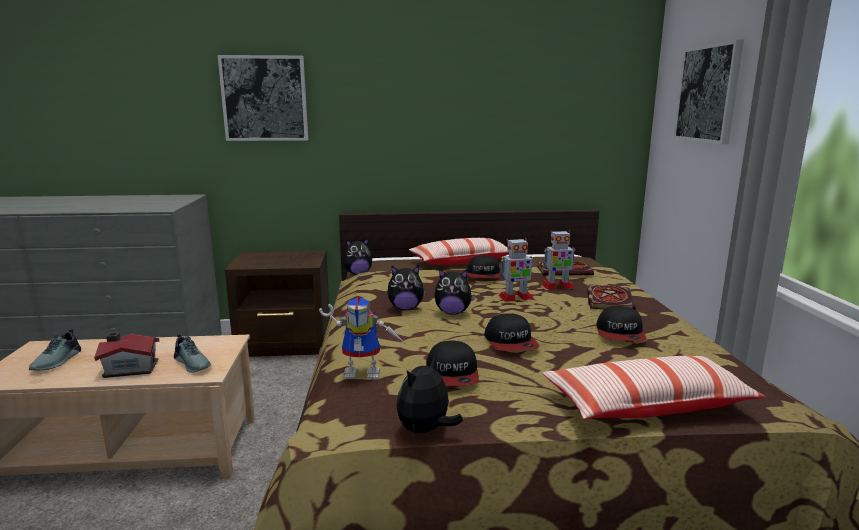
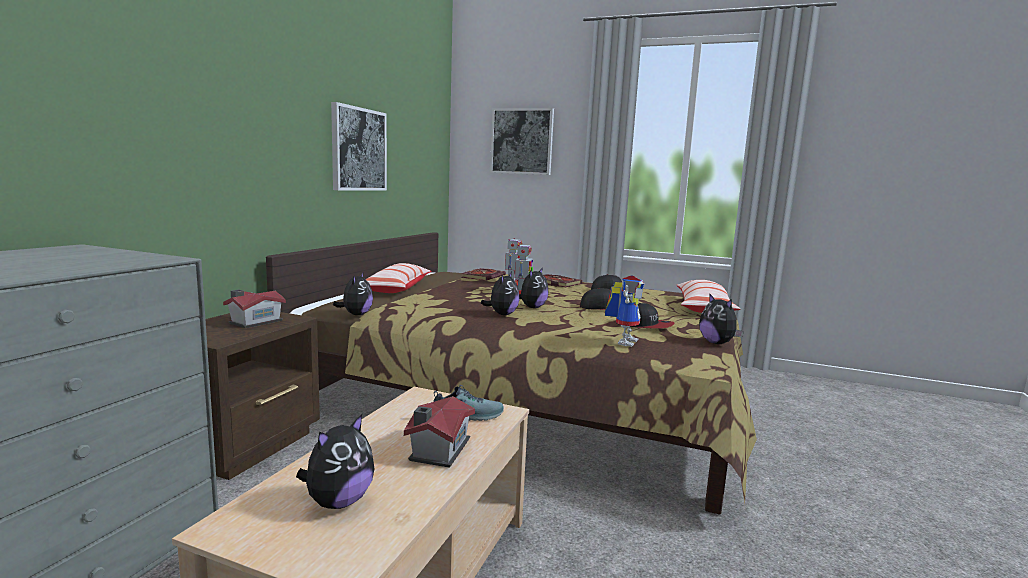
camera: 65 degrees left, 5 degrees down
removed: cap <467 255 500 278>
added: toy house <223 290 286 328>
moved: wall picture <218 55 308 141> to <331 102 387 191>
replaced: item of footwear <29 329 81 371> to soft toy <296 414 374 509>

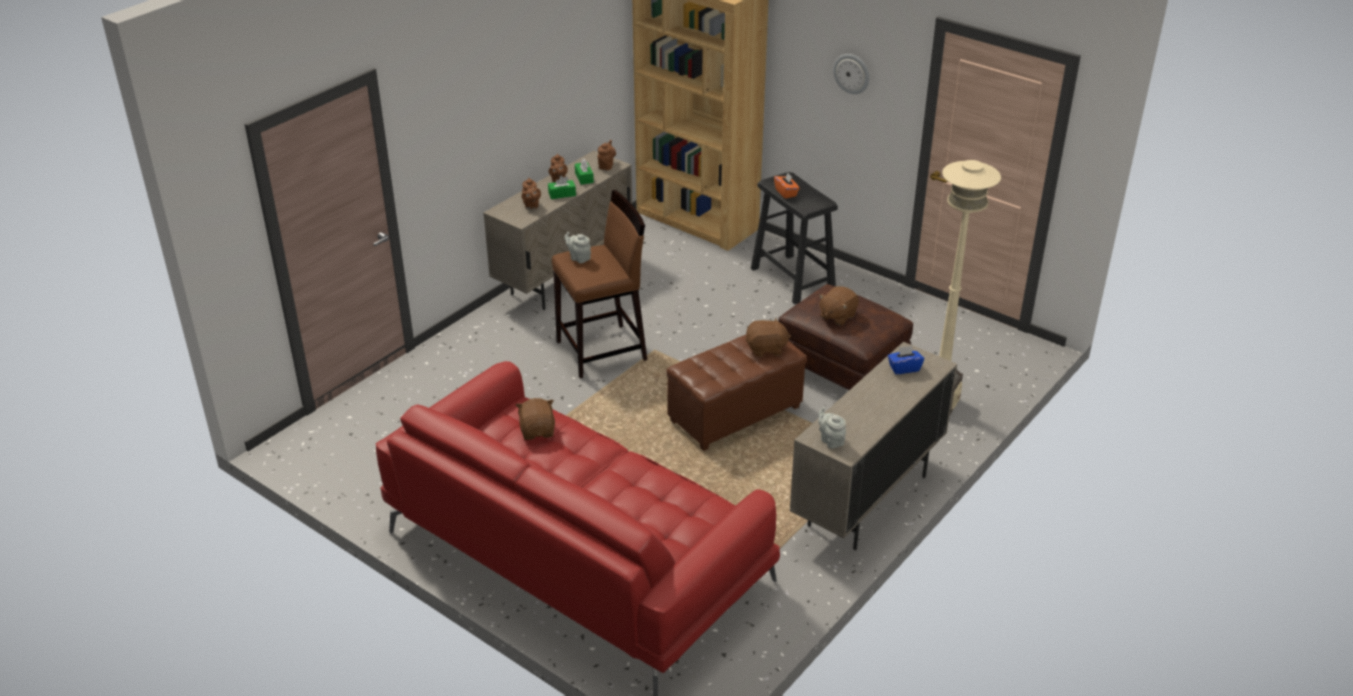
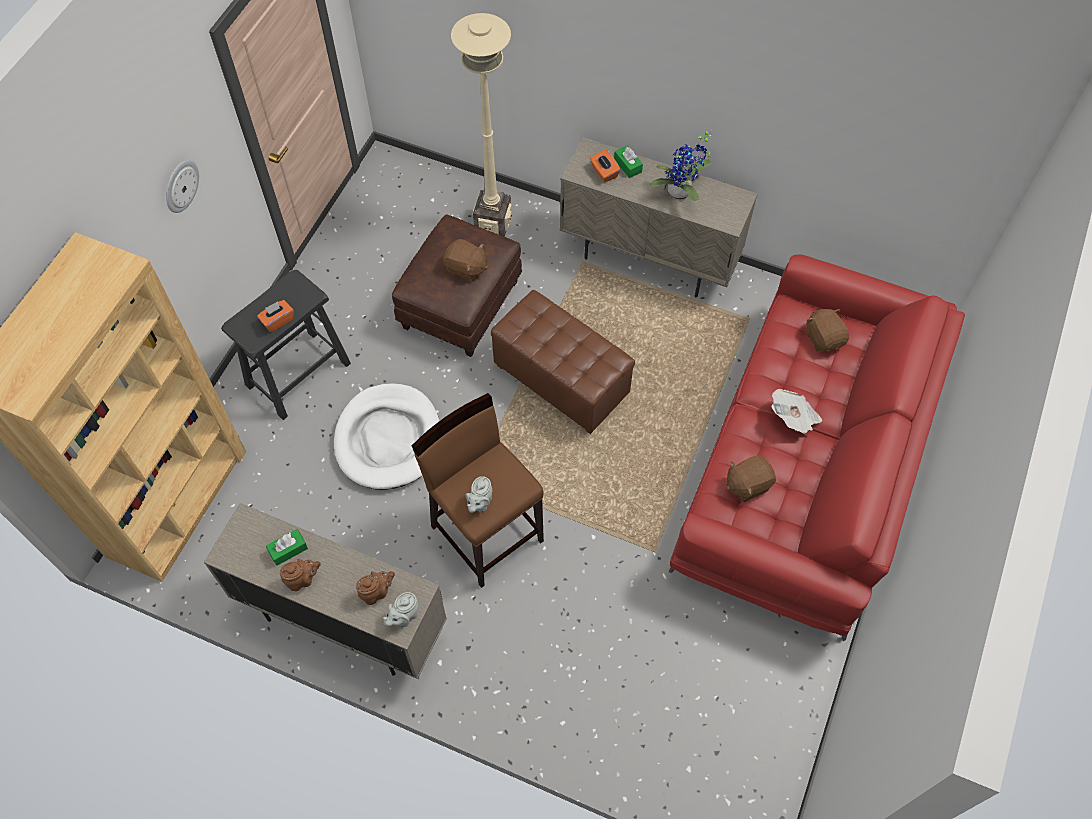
camera: 105 degrees left, 25 degrees up
removed: tea pot (brownish) <597 140 616 170>
added: houseplant <650 130 712 201>; dog bed (whitish) <334 383 439 490>; daily paper <771 389 822 434>
moved: tissue box (green-coloured) <548 176 576 199> to <614 145 643 178>; soft toy (brownish) <745 318 791 357> to <805 309 849 352>; tea pot (grey) <818 407 846 449> to <383 592 419 627>
recoloured: tissue box (blue-coloured) <888 346 924 374> to tissue box (orangey) <590 149 620 183>

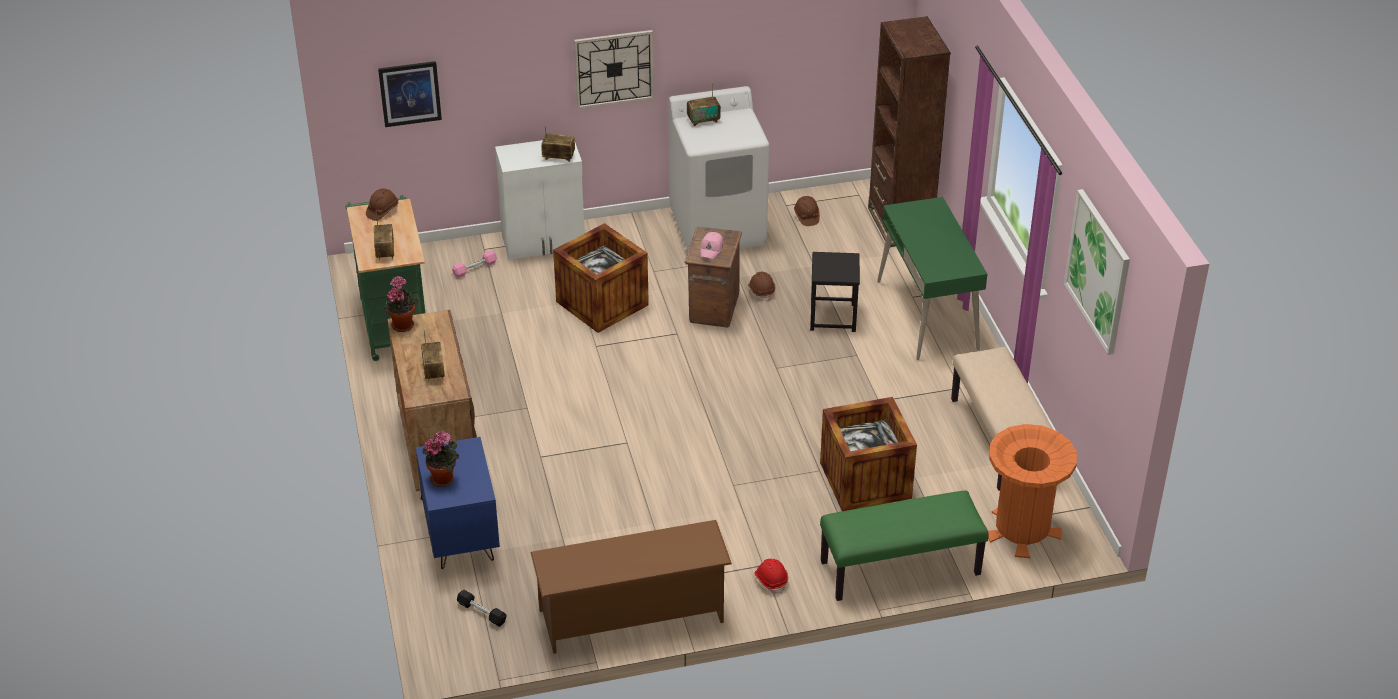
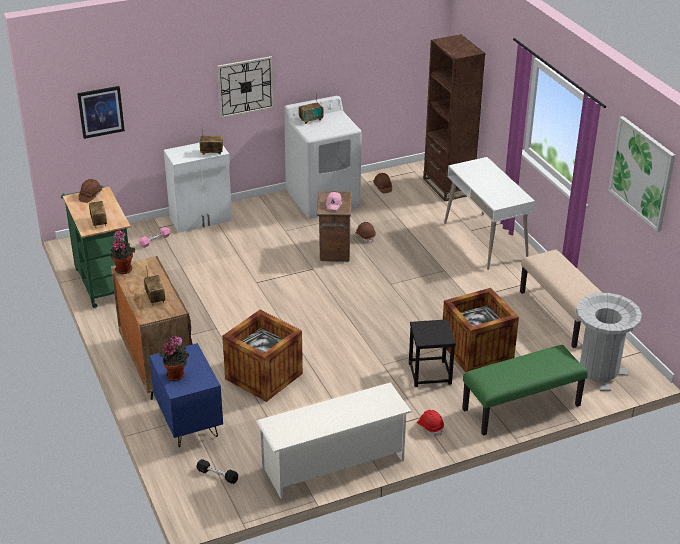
camera: 10 degrees left, 5 degrees down
moved: crate <553 223 649 333> to <222 310 303 402>; sitting stool (black) <810 252 860 332> to <409 319 456 387>
recoloured: desk unit (green-coloured) <877 197 987 360> to desk unit (whitish) <444 157 535 270>; waste bin (orangey) <988 424 1077 558> to waste bin (grey) <576 293 642 391>; shoe shelf (brownish) <531 520 732 654> to shoe shelf (whitish) <256 382 412 499>

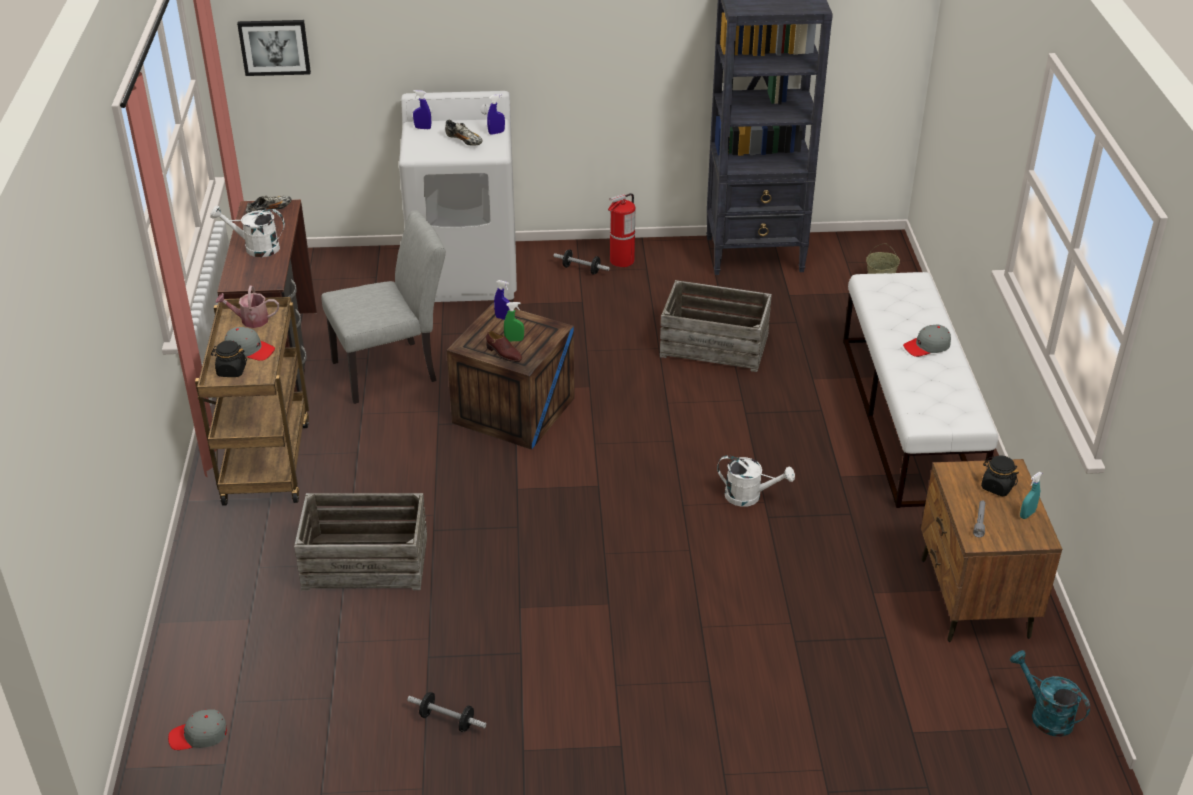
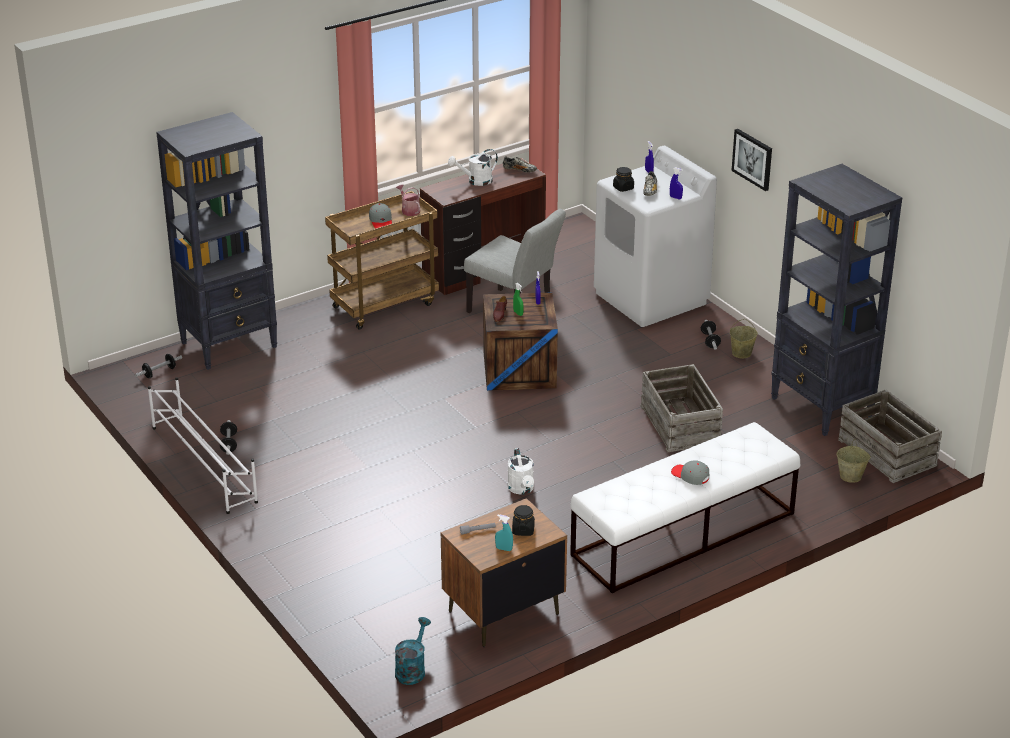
camera: 60 degrees right, 5 degrees down
added: shelving unit (black) <156 112 277 370>; shoe shelf (whitish) <148 377 258 514>
moved: wall picture <237 20 311 76> to <731 129 772 191>; storage jar (black) <211 341 247 377> to <613 167 634 192>; crate <294 493 427 591> to <838 390 942 483>
replaced: extinguisher <608 193 635 267> to pail (beige) <730 319 758 358>; cap (grey) <168 709 227 750> to free weight <135 354 182 378>
turned: sprinkling can (whitish) <210 205 285 257> = <448 149 498 186> 90 degrees counterclockwise

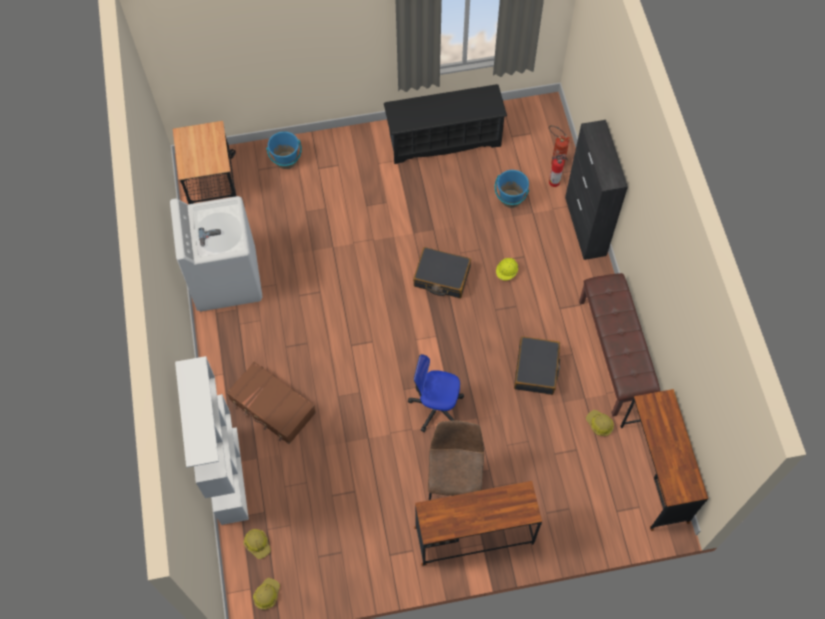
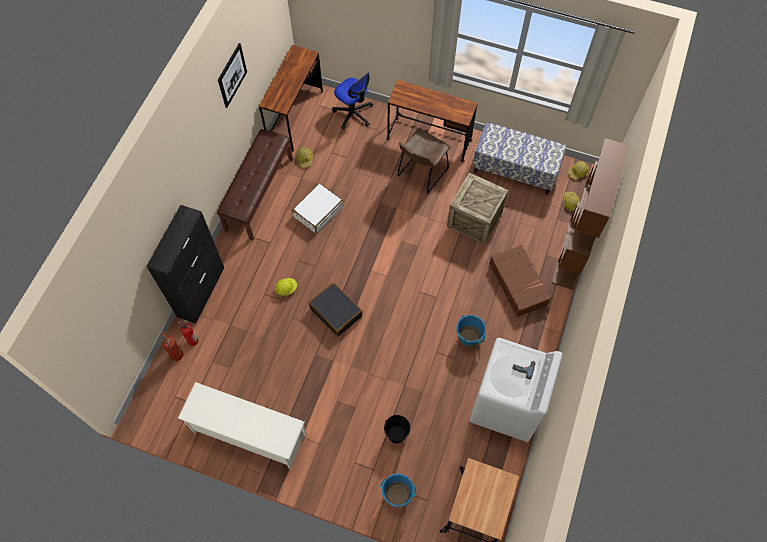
camera: 150 degrees left, 0 degrees up
added: wall picture <218 43 247 108>; bench <473 122 566 195>; crate <447 173 508 244>; pail (black) <384 415 410 444>
moved: pail (blue-coloured) <495 170 529 208> to <456 315 486 348>; office chair <408 354 464 432> to <332 72 373 129>
recoloured: shoe shelf (black) <384 84 507 164> to shoe shelf (whitish) <178 382 307 469>; travel case (black) <514 336 560 395> to travel case (whitish) <292 183 343 234>; shelving unit (whitish) <175 356 249 525> to shelving unit (brownish) <552 138 629 290>

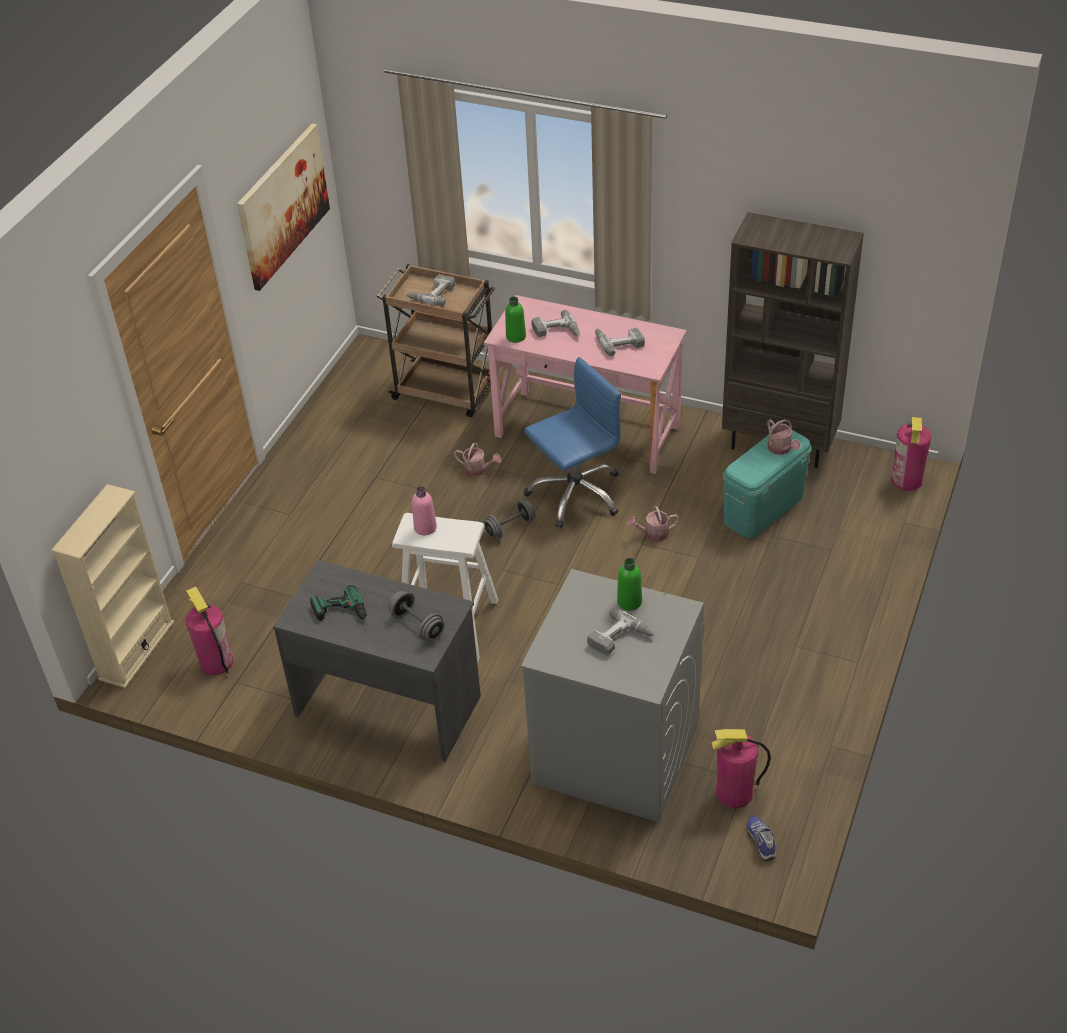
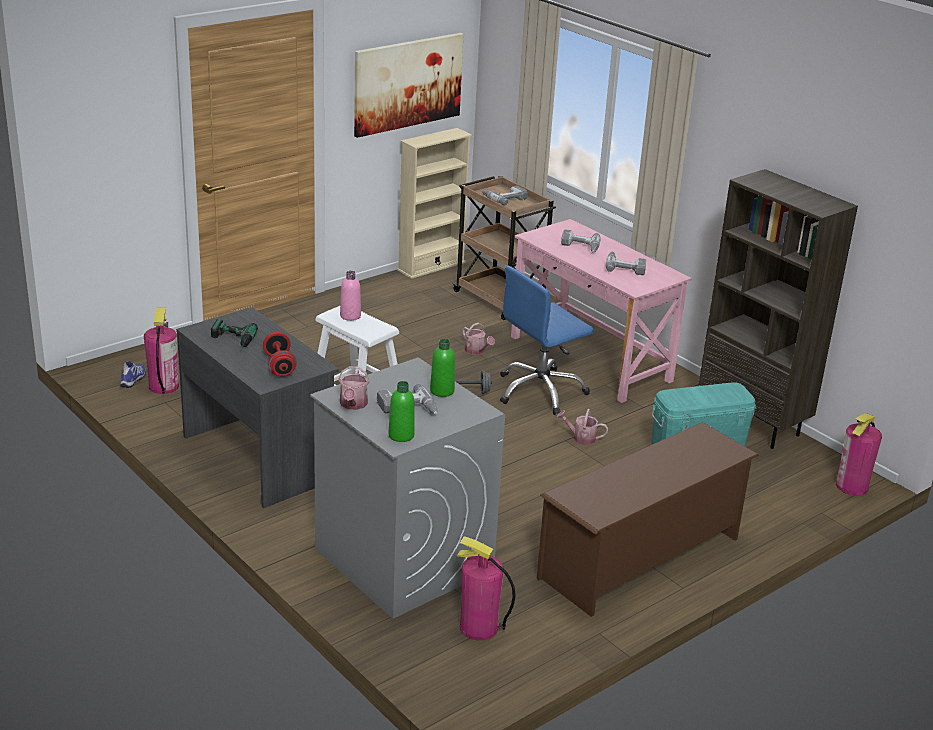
camera: 25 degrees right, 15 degrees down
added: shoe shelf (brownish) <537 422 759 617>
moved: drink bottle (green-coloured) <505 297 526 343> to <389 381 415 442>; sprinkling can <767 419 801 455> to <338 366 370 410>; shelving unit (beige) <51 484 174 688> to <397 128 472 279>; item of footwear <747 816 776 862> to <121 361 146 388>
recoloured: free weight (grey) <388 591 445 641> to free weight (red) <263 332 297 377>
turned: office chair (blue-coloured) <524 357 621 528> = <500 266 594 415> 150 degrees clockwise

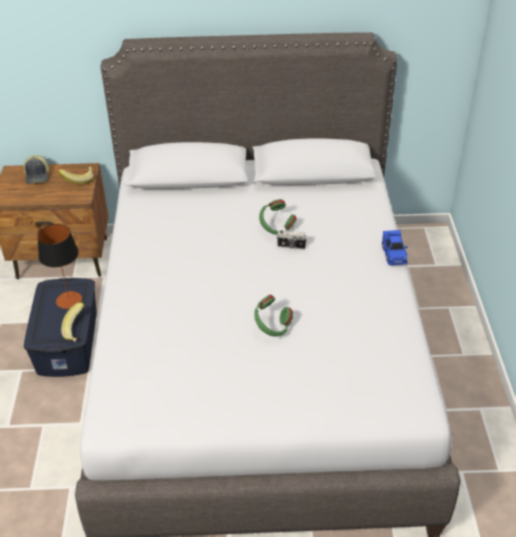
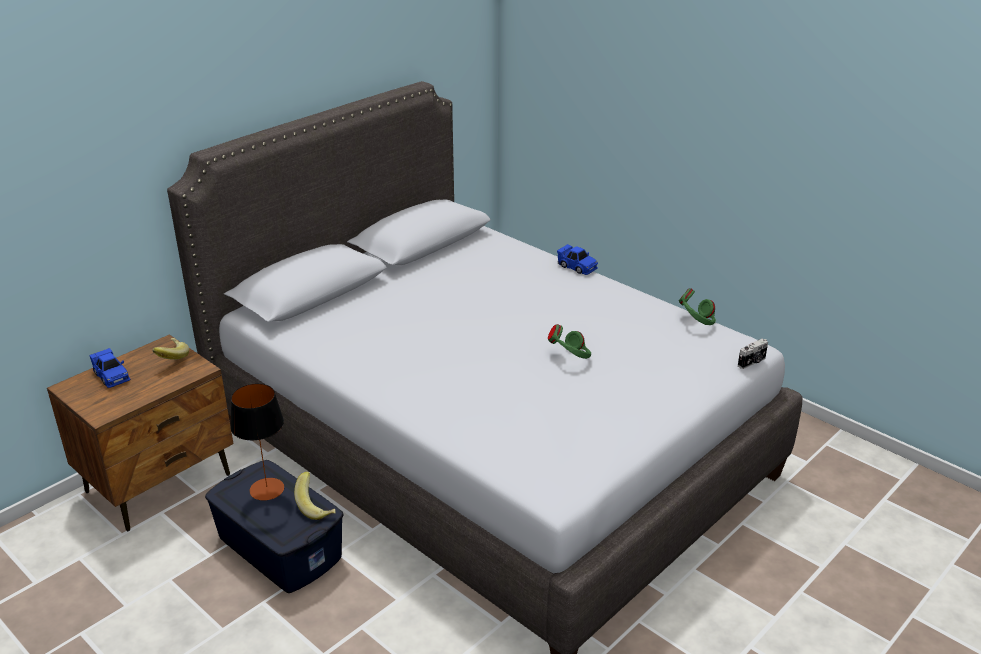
camera: 45 degrees left, 10 degrees down
moved: headphones (green-coloured) <259 199 297 235> to <679 288 716 325>; photo camera <277 230 307 250> to <738 339 768 369>
replaced: cap <24 155 49 184> to model car (blue-coloured) <89 348 130 388>

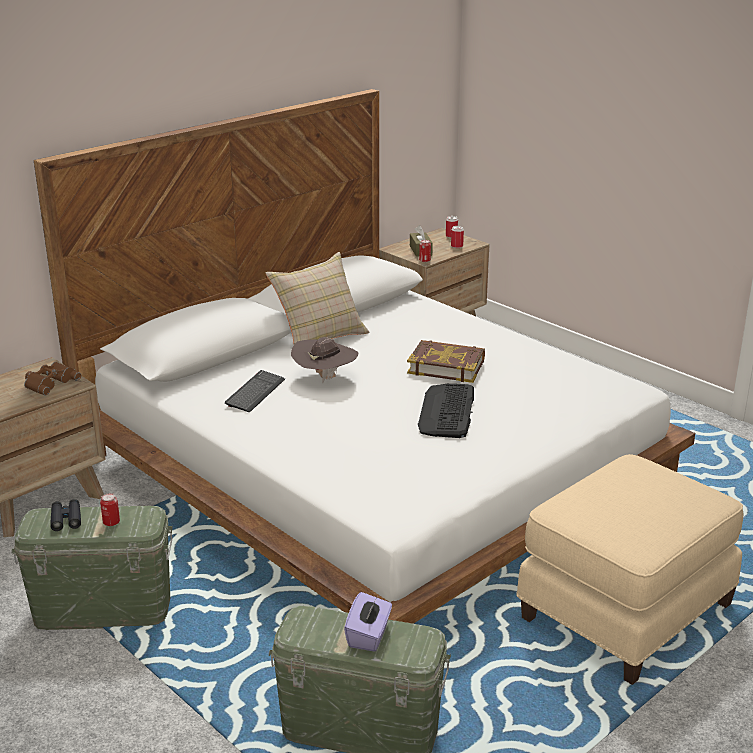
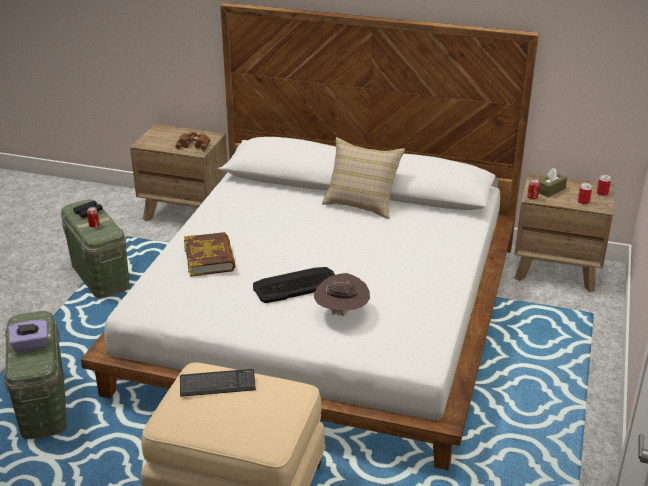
camera: 60 degrees right, 5 degrees up
moved: hat (brownish) <291 337 359 383> to <314 273 370 316>; book <407 340 485 383> to <184 232 235 277>; keyboard <225 370 285 413> to <180 369 256 397>

